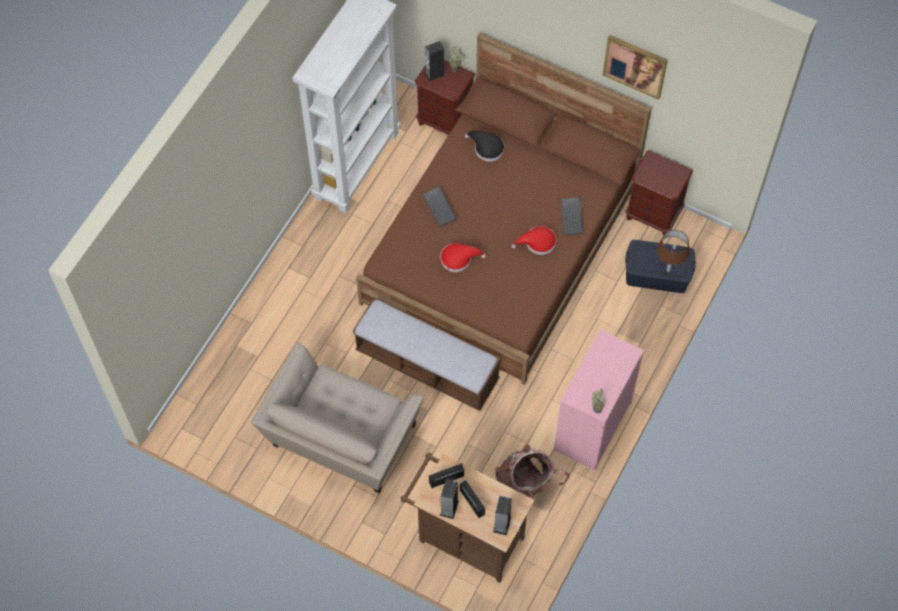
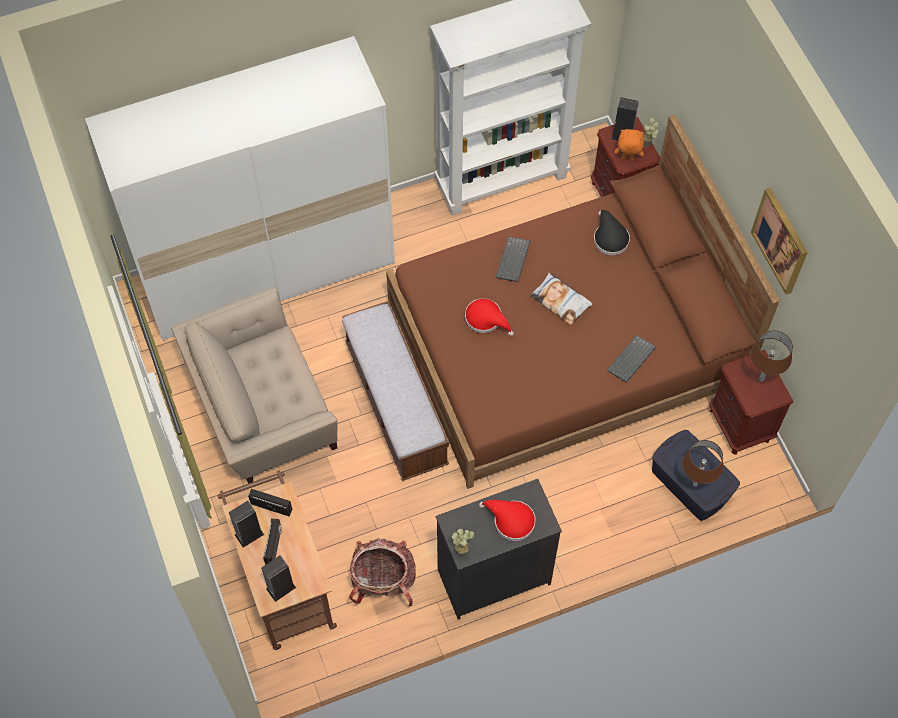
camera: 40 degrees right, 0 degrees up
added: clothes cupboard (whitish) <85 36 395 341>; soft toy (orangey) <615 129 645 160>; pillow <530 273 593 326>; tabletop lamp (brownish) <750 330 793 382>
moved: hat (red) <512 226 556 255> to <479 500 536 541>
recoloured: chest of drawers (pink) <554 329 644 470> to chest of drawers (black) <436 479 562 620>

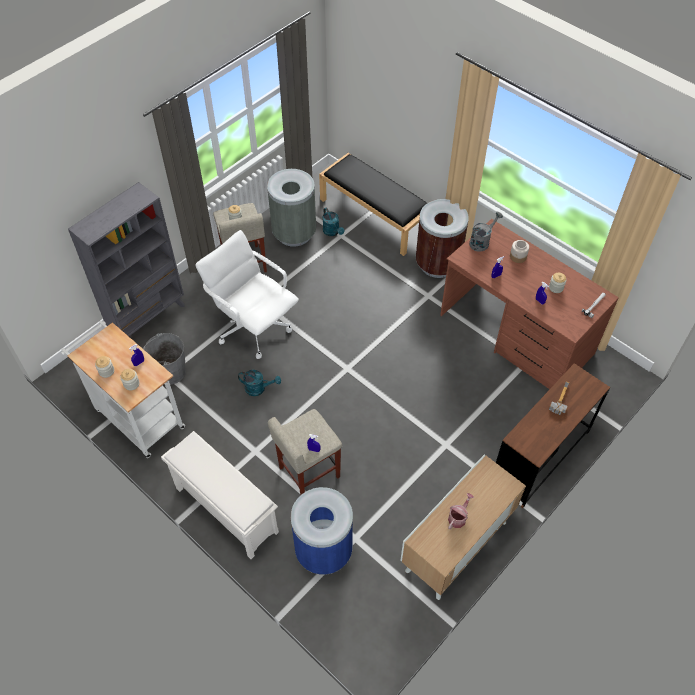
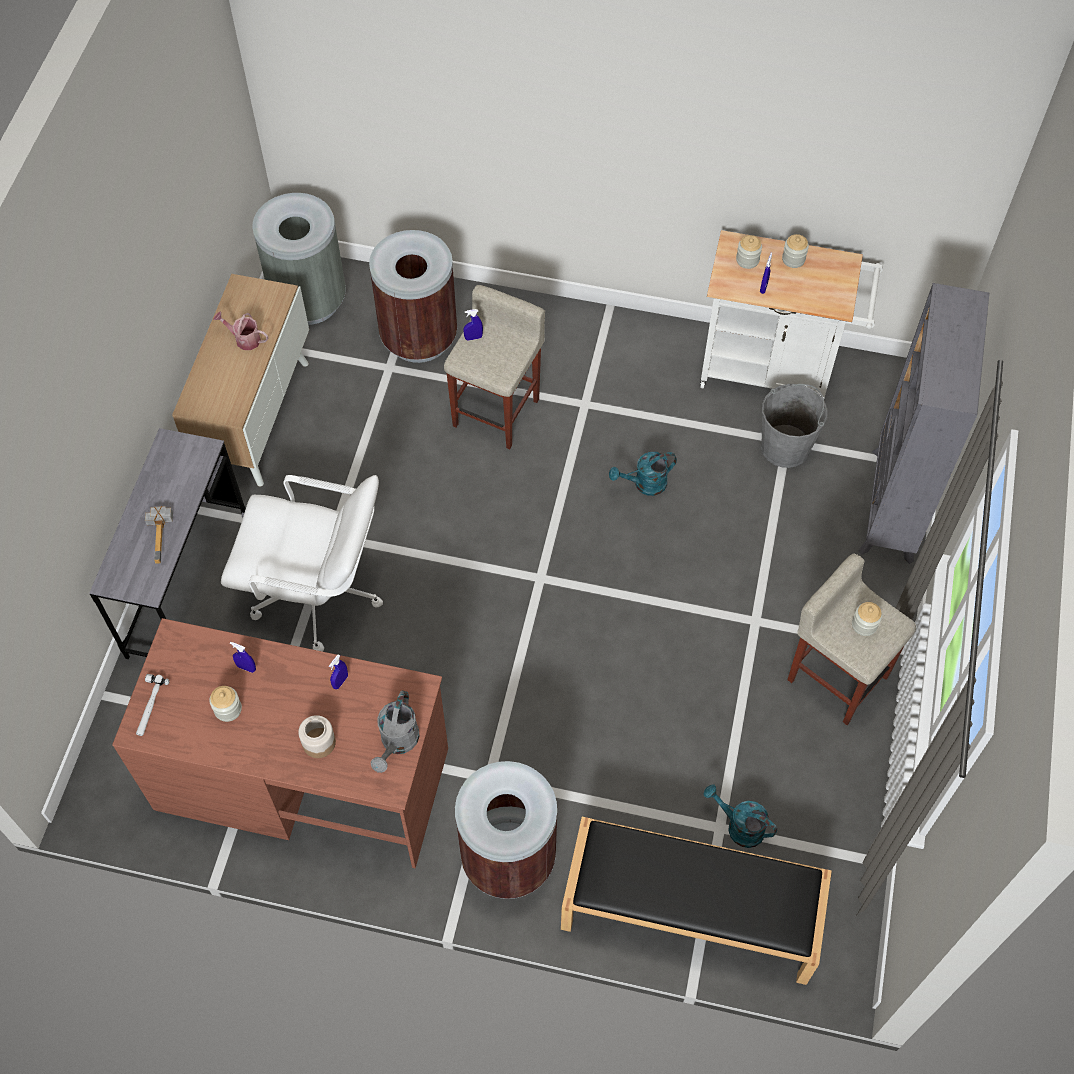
camera: 150 degrees right, 5 degrees up
removed: shoe shelf (whitish) <161 431 279 559>
moved: waste bin (grey) <267 169 316 247> to <252 193 346 325>; office chair (whitish) <195 230 299 359> to <221 475 383 652>
recoloured: desk unit (brownish) <496 363 610 508> to desk unit (grey) <90 428 246 659>; waste bin (blue-coloured) <291 487 353 575> to waste bin (brownish) <369 230 457 363>
turned: sprinkling can <448 493 474 529> = <213 312 268 350> 105 degrees clockwise

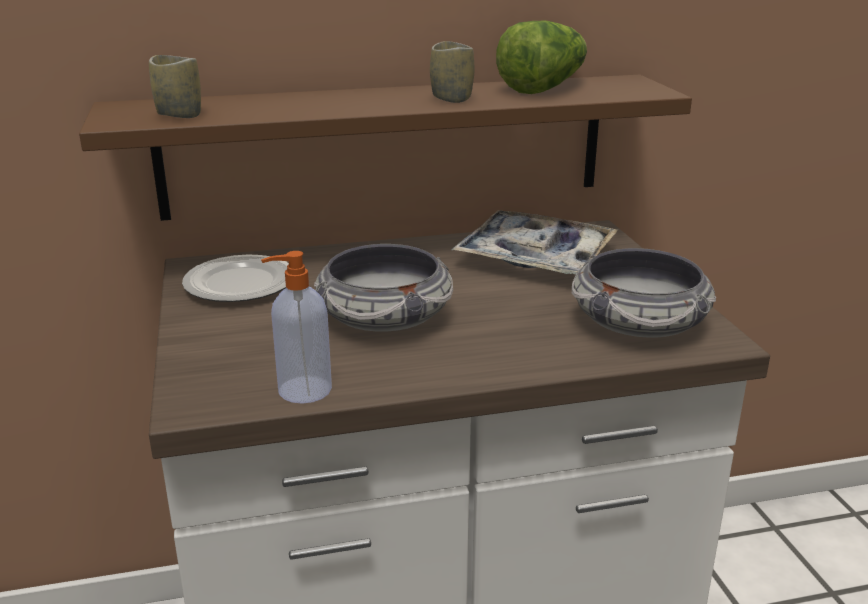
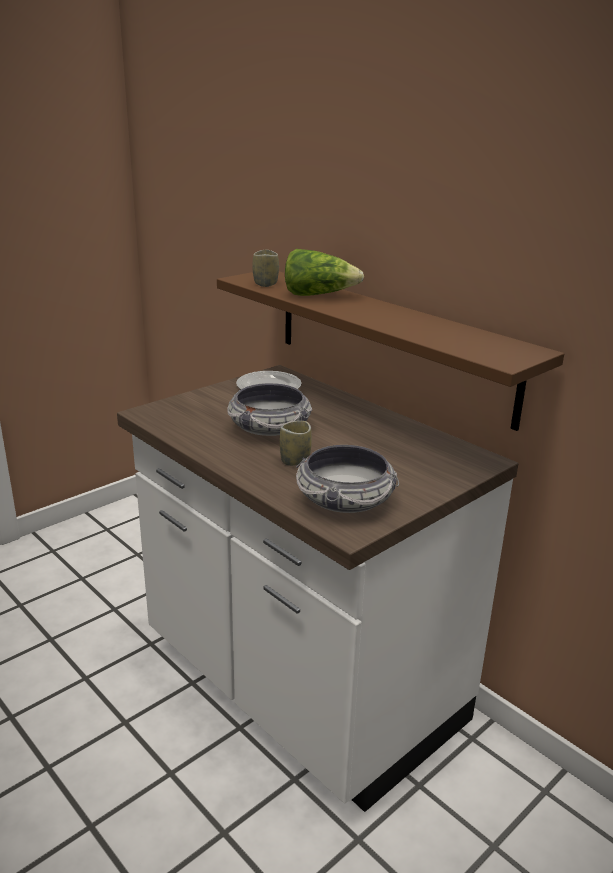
camera: 60 degrees right, 0 degrees up
removed: serving tray <452 210 618 274>; soap dispenser <261 251 332 404>
moved: lettuce head <496 21 587 94> to <285 249 364 296>; drinking cup <430 41 475 103> to <280 421 312 466>

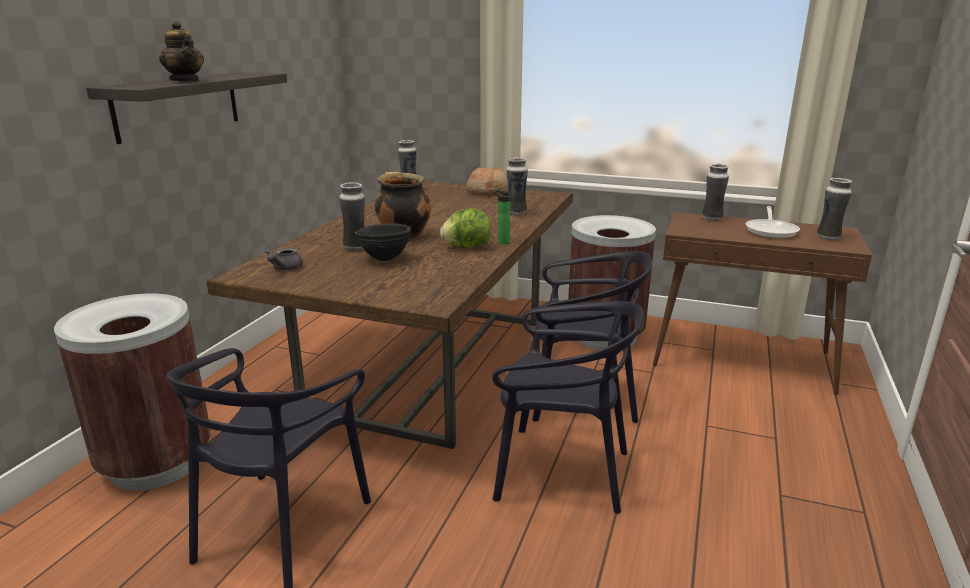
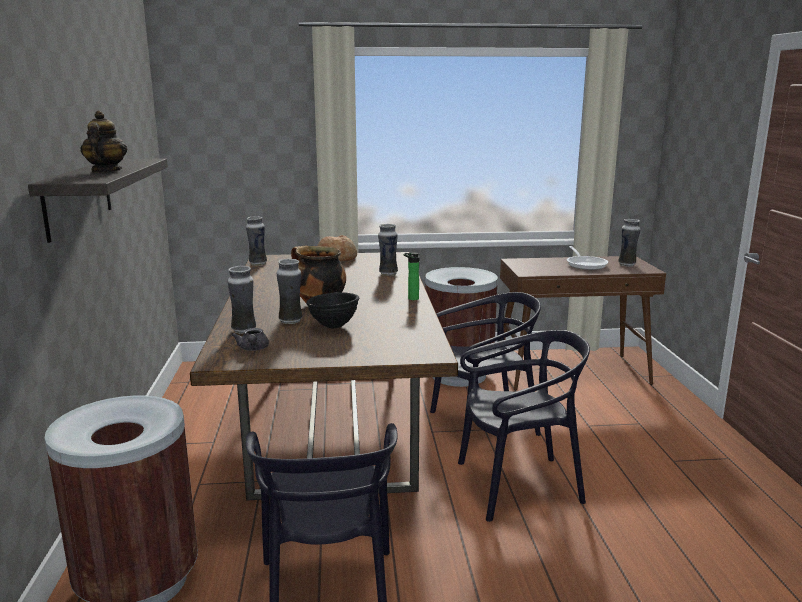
camera: 25 degrees left, 5 degrees down
removed: lettuce head <440 208 491 248>
moved: decorative vase <702 164 729 221> to <228 266 256 334>
turned: tea pot <159 21 204 81> = <80 111 127 173> 120 degrees counterclockwise

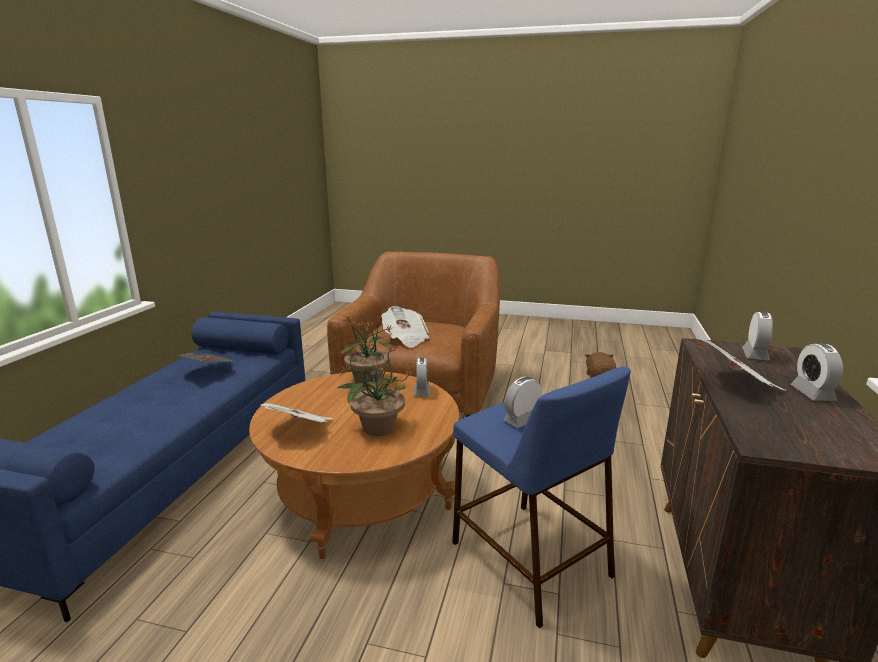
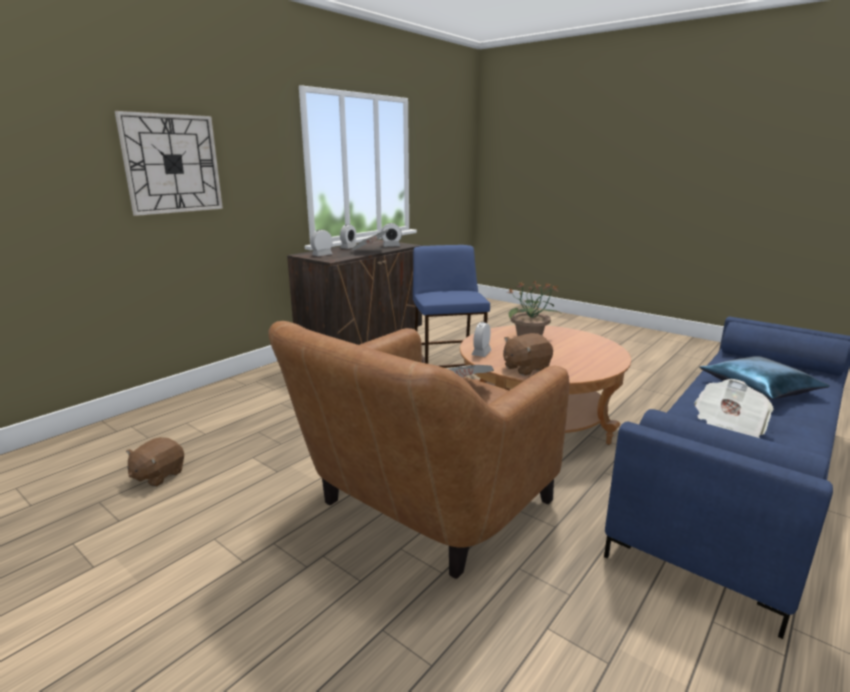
camera: 155 degrees left, 0 degrees up
removed: daily paper <261 403 333 422>
added: hanging clock <115 111 223 216>; pillow (blue-coloured) <699 356 830 400>
moved: alarm clock <504 377 542 428> to <381 223 402 247>
replaced: houseplant <341 315 397 387> to soft toy (brownish) <503 333 553 376>

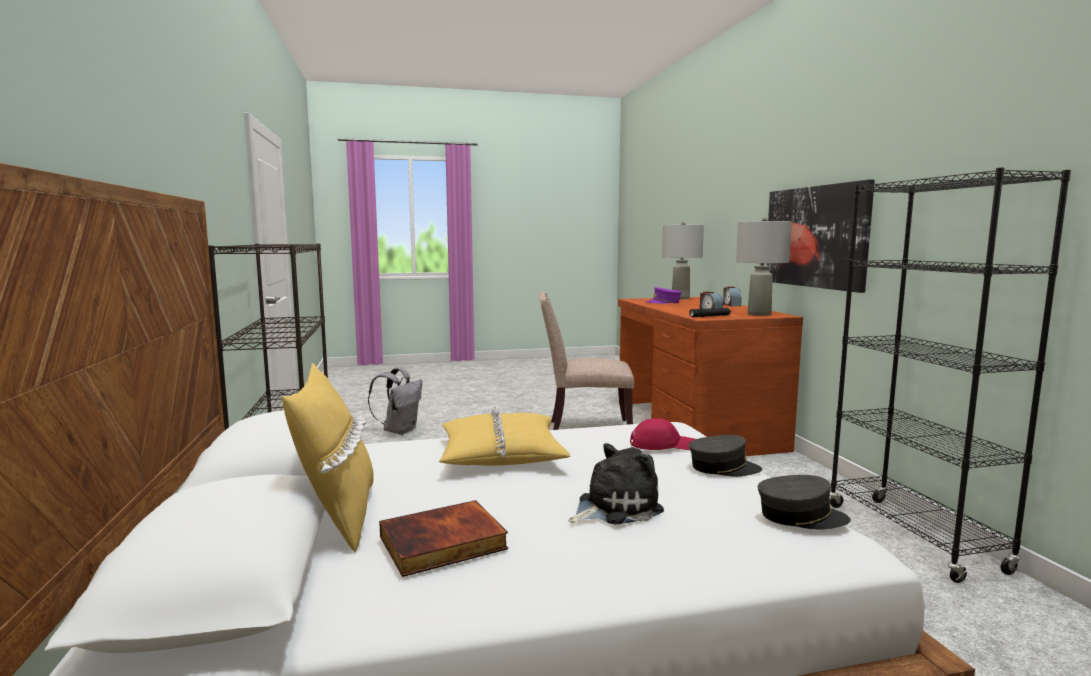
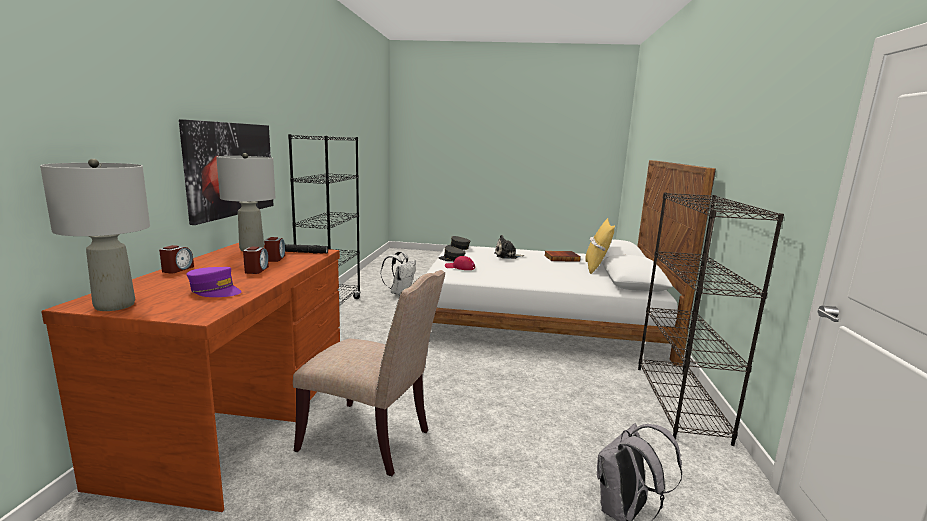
camera: 160 degrees left, 5 degrees up
removed: pillow (yellow) <439 405 571 466>
added: alarm clock <243 247 269 274>; rucksack (whitish) <381 251 416 295>

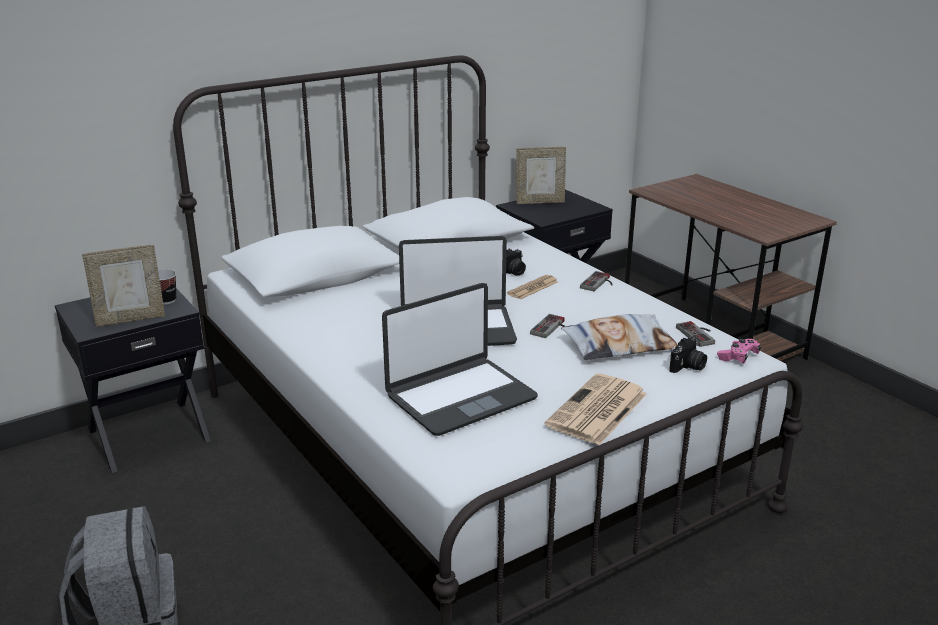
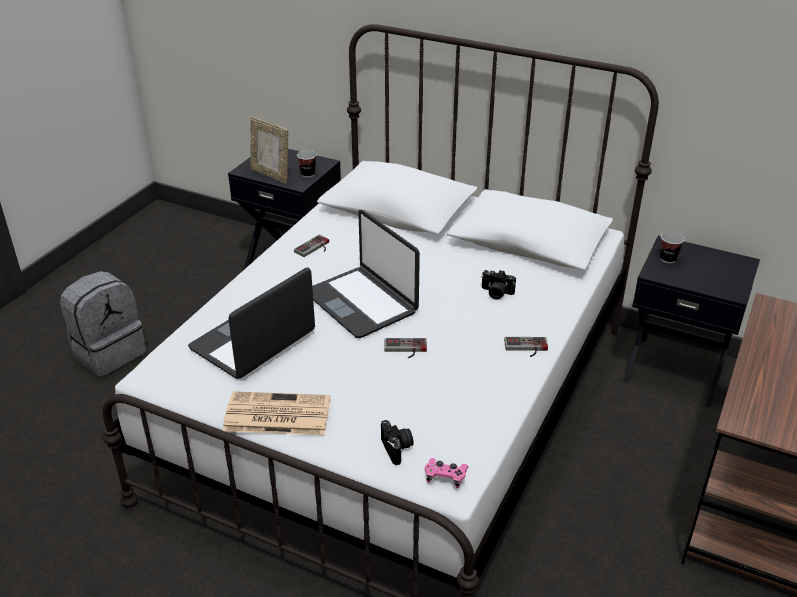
camera: 60 degrees right, 10 degrees up
removed: picture frame <516 147 566 204>; daily paper <507 275 558 300>; pillow <561 314 678 360>
added: drinking cup <660 231 685 263>
moved: gamepad <676 321 715 347> to <294 235 329 257>
turned: notebook computer <382 283 538 436> = <188 267 315 379> 105 degrees clockwise; photo camera <669 337 707 373> = <381 420 414 465> 120 degrees counterclockwise

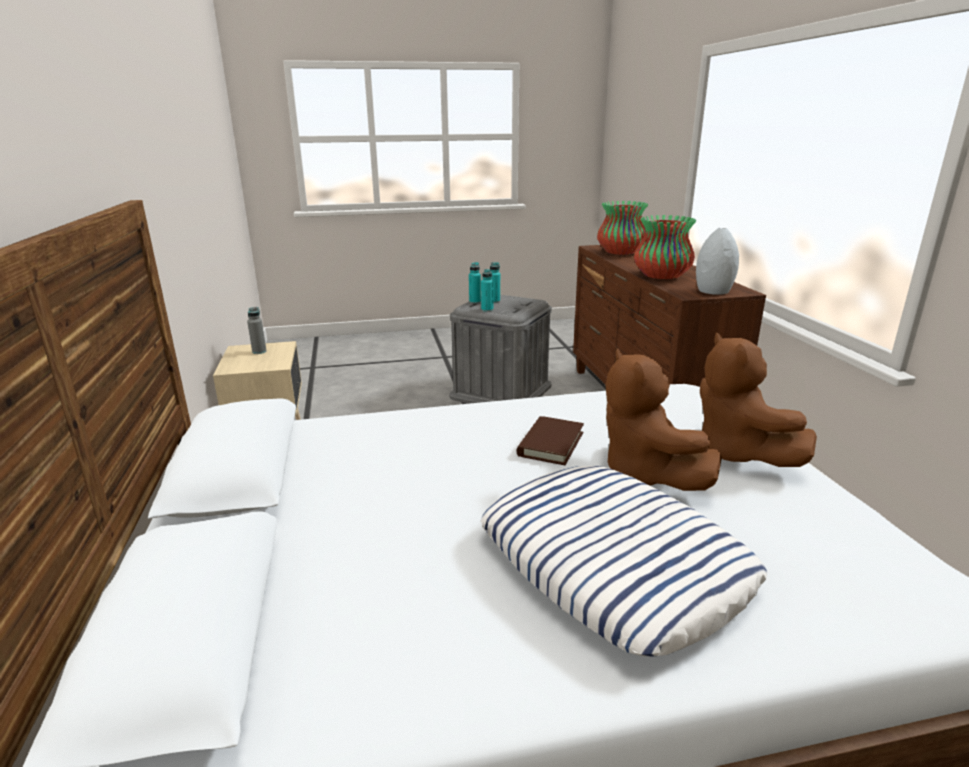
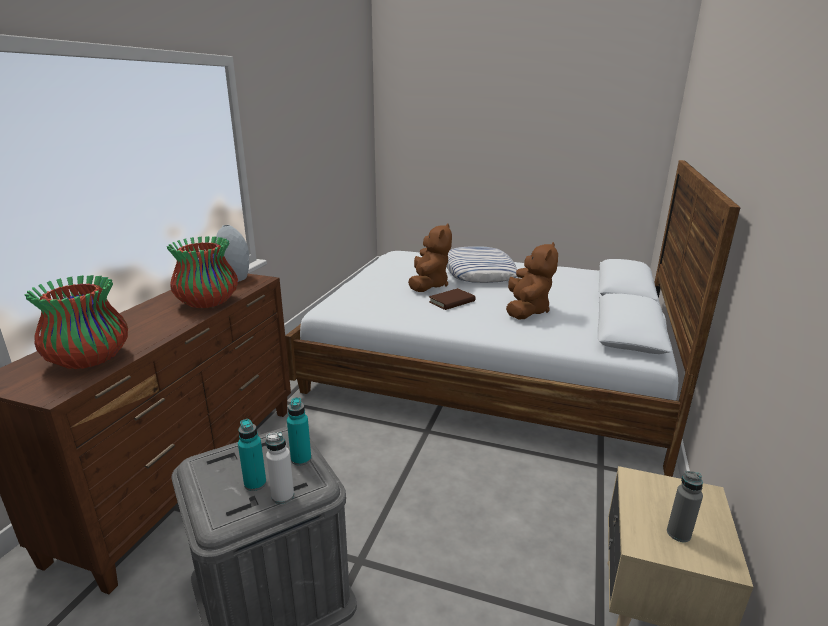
camera: 150 degrees left, 0 degrees up
moved: soft toy (brownish) <700 332 817 467> to <506 242 558 319>
recoloured: drink bottle (turquoise-coloured) <469 262 481 304> to drink bottle (whitish) <266 432 294 504>

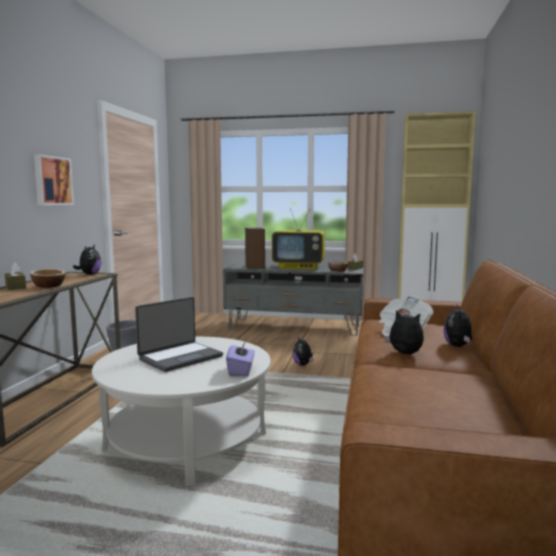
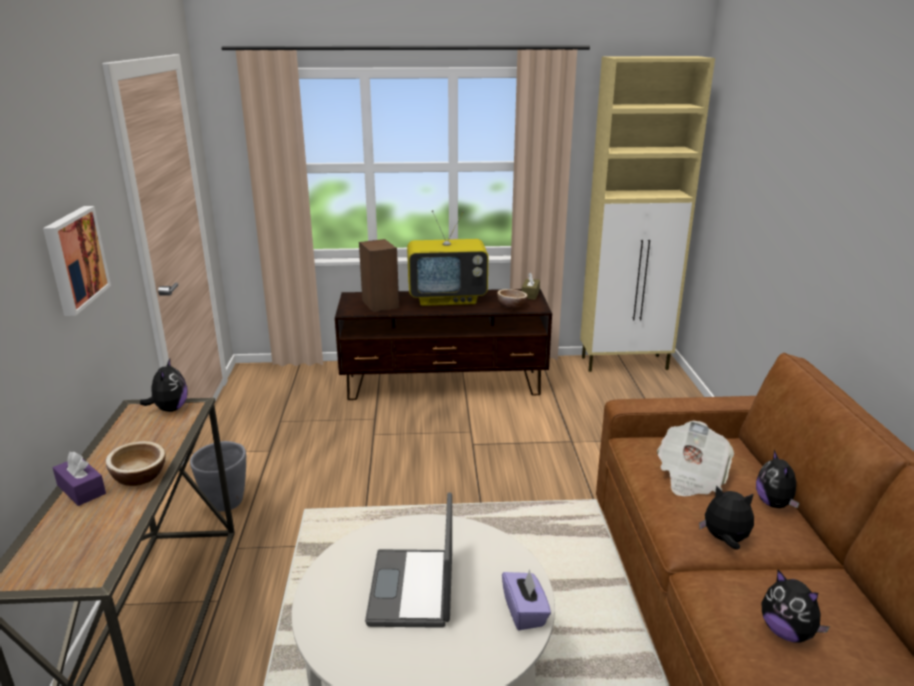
camera: 15 degrees left, 15 degrees up
moved: soft toy <293 337 314 366> to <762 570 830 643>
recoloured: tissue box (brownish) <5 262 26 290> to tissue box (purple-coloured) <53 452 106 506>; tv stand (grey) <223 264 364 336> to tv stand (brownish) <335 289 552 400>
turned: notebook computer <135 297 223 372> = <365 492 452 628> 150 degrees clockwise

